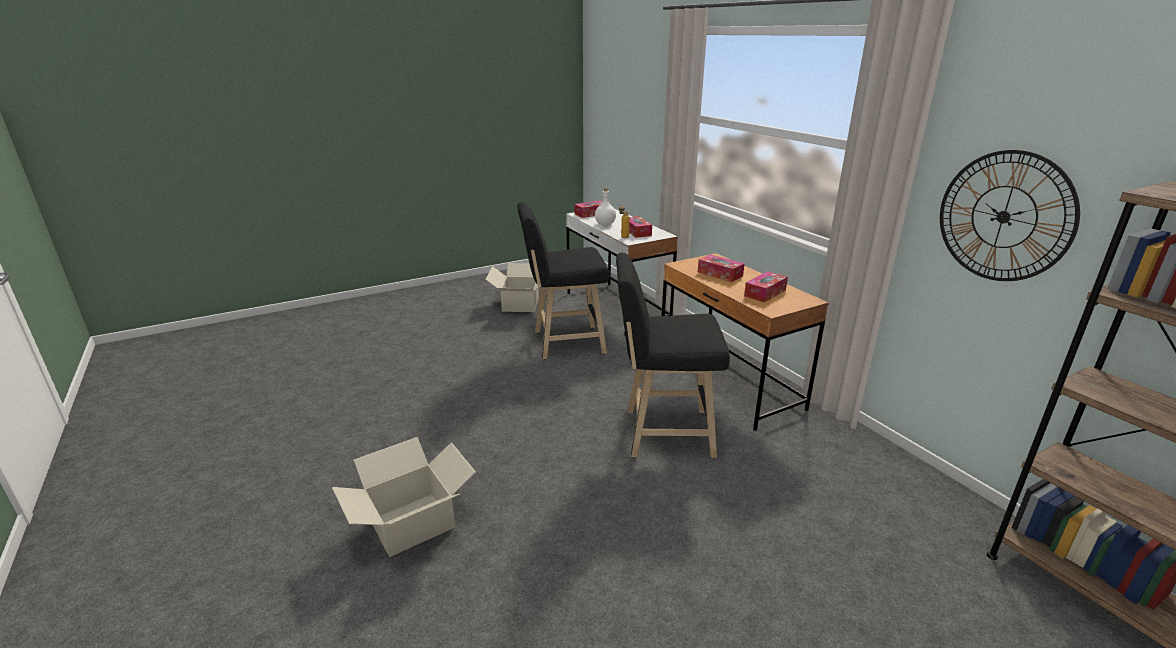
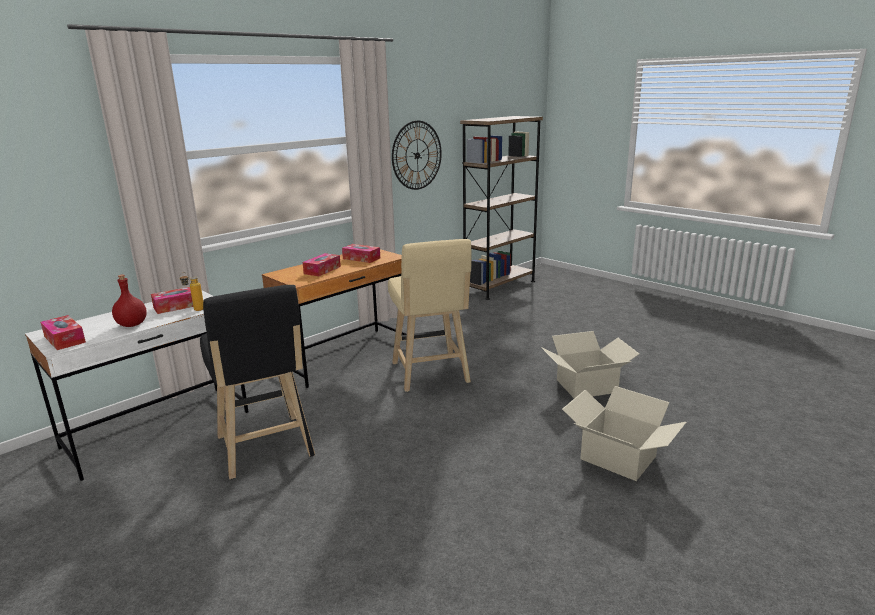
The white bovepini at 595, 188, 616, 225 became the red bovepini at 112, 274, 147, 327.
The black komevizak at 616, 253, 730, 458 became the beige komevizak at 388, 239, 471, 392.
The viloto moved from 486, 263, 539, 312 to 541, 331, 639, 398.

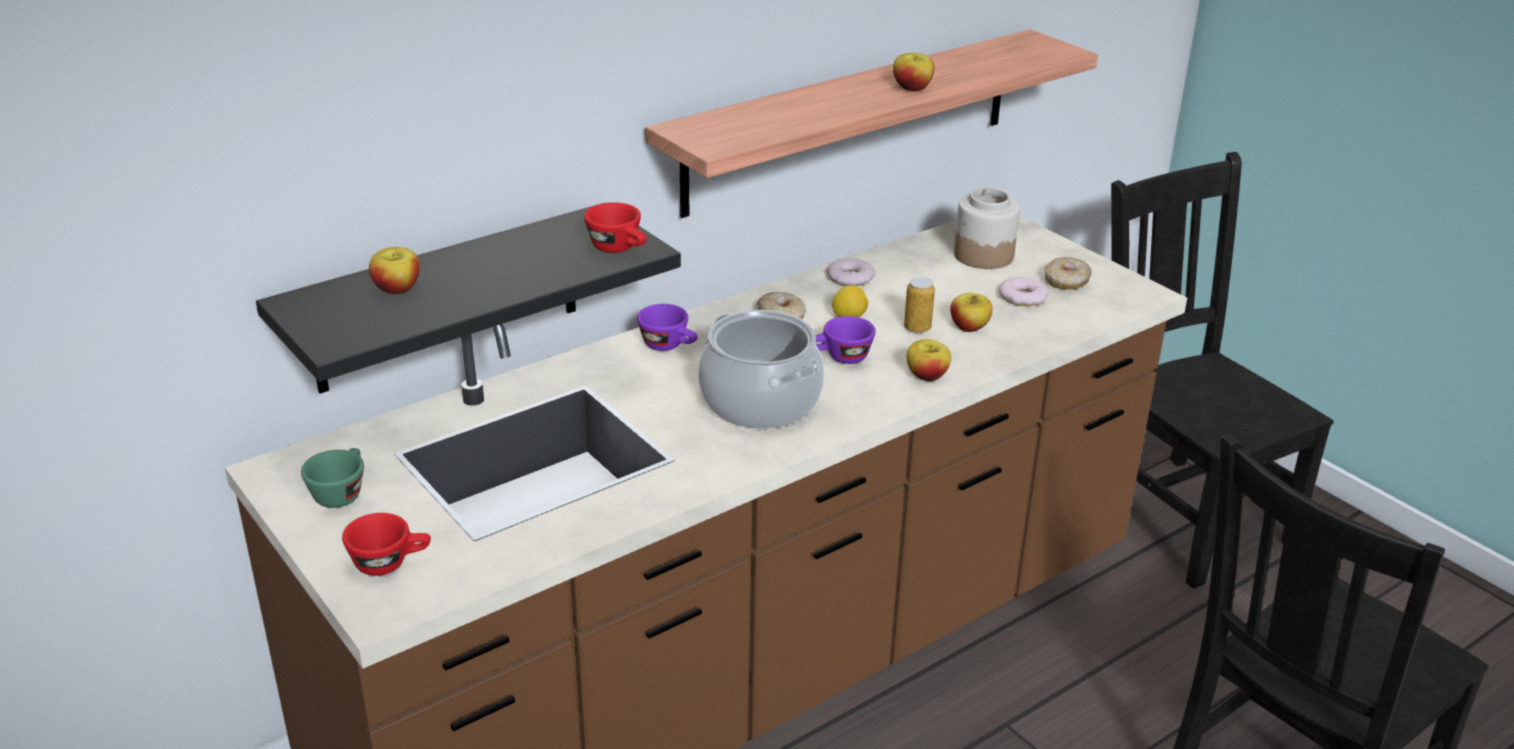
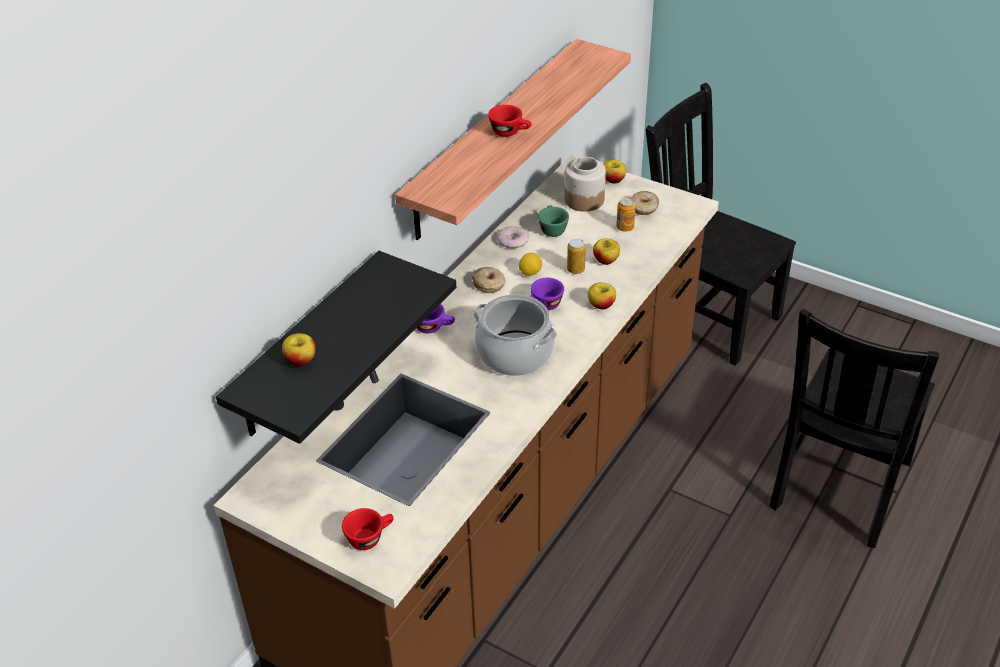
The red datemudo moved from 584, 202, 647, 253 to 488, 105, 532, 137.
The green datemudo moved from 301, 448, 364, 508 to 538, 206, 569, 237.
The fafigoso moved from 893, 53, 934, 91 to 603, 160, 627, 184.
The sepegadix at 999, 277, 1049, 306 was replaced by the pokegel at 616, 197, 635, 232.

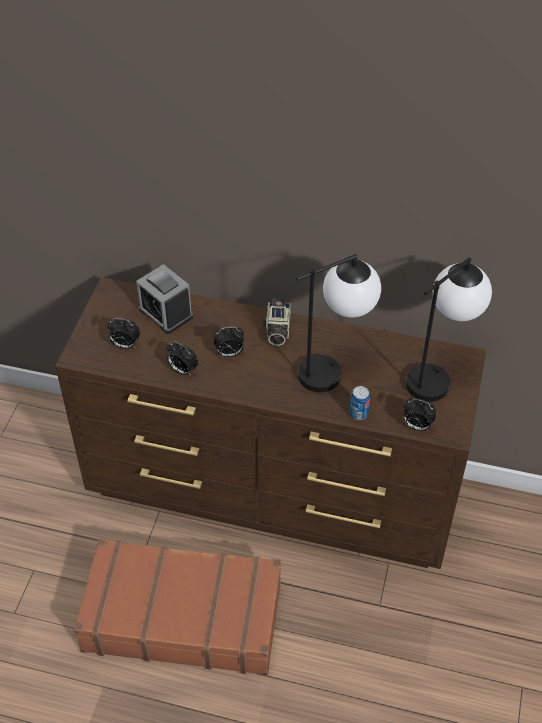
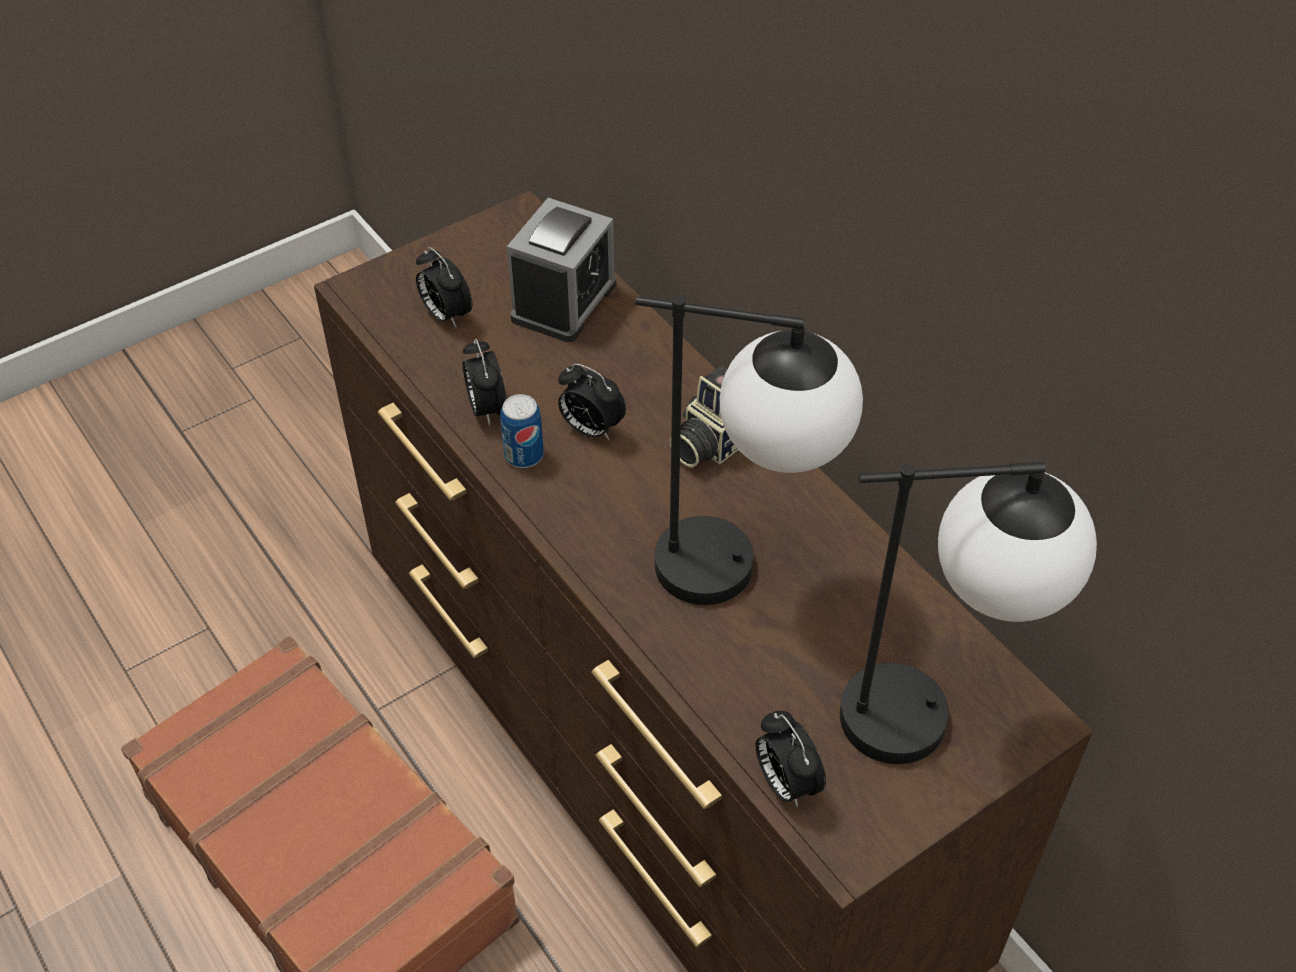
The pokegel moved from 349, 386, 370, 420 to 500, 394, 544, 468.
The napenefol at 136, 264, 193, 334 turned 150 degrees counterclockwise.

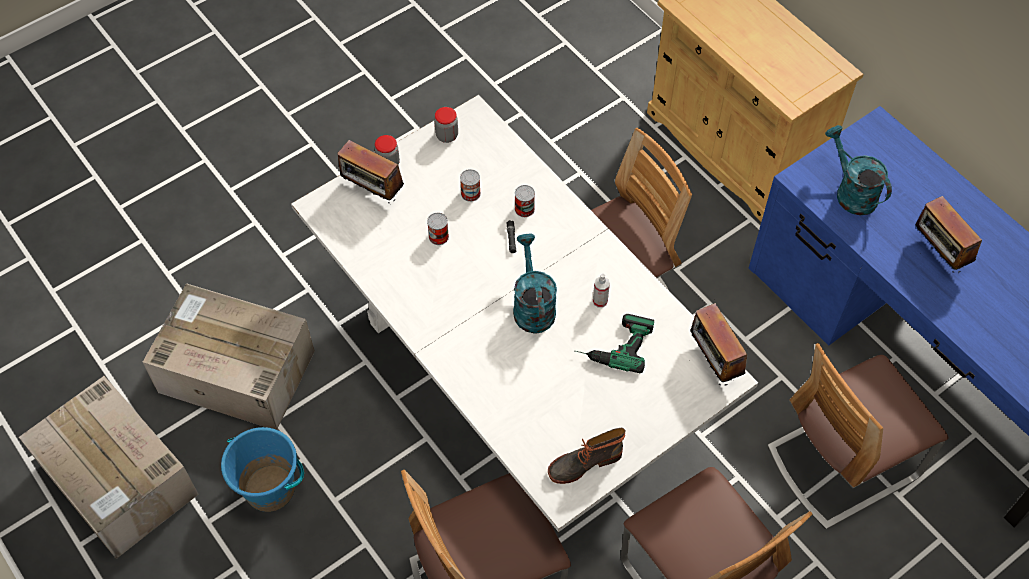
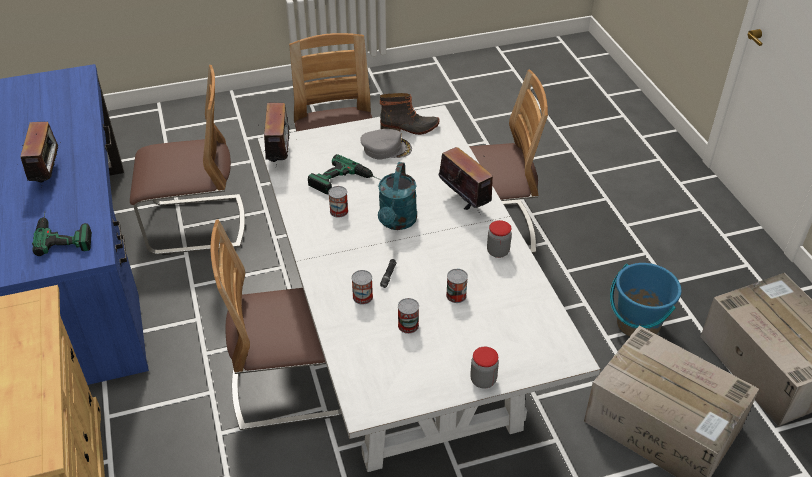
The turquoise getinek at 825, 125, 892, 215 was replaced by the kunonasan at 32, 212, 92, 256.
The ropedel at 593, 274, 610, 308 was replaced by the pokegel at 328, 186, 348, 218.
The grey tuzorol at 361, 129, 412, 159 appeared.
The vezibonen moved from 338, 140, 404, 204 to 438, 147, 493, 210.
The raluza moved from 434, 107, 458, 143 to 487, 220, 512, 258.

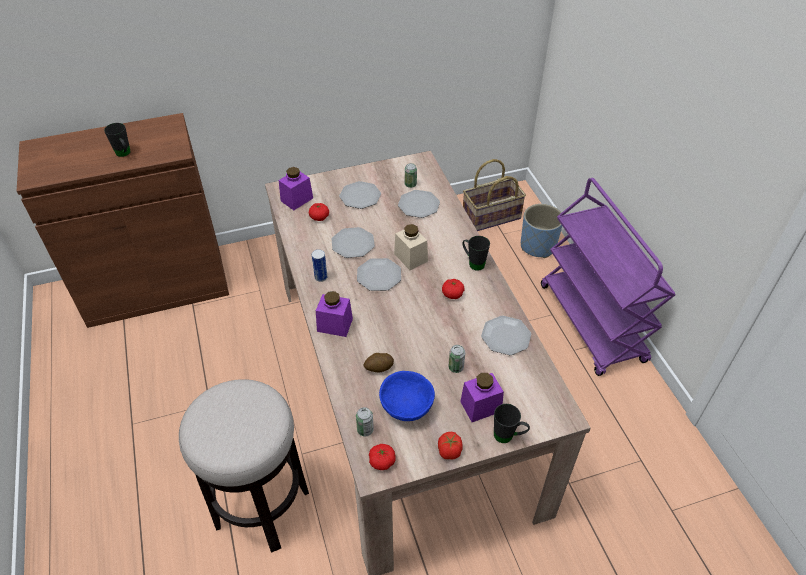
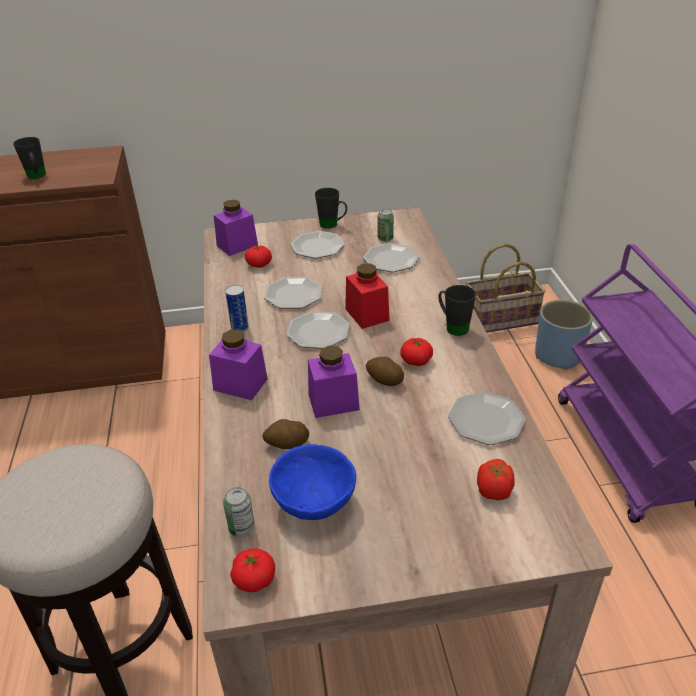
The purple raluza moved from 460, 373, 504, 422 to 308, 346, 360, 418.
The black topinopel moved from 494, 404, 530, 443 to 315, 188, 347, 229.
The beige raluza at 394, 224, 428, 270 became the red raluza at 345, 263, 390, 329.
The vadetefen at 366, 357, 404, 386 appeared.
The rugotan moved from 438, 432, 463, 459 to 477, 459, 515, 500.
The pokegel at 448, 345, 465, 373 disappeared.

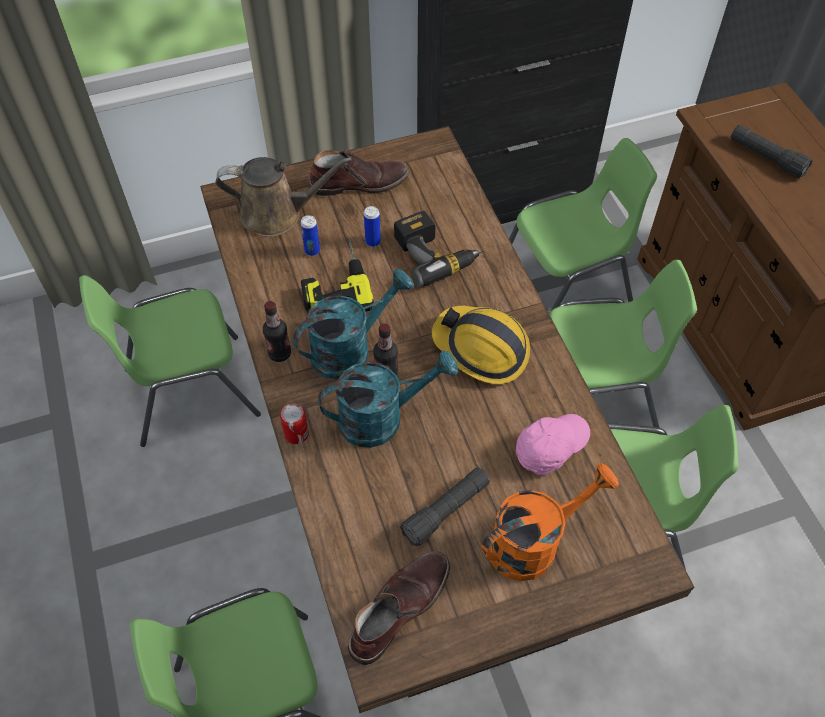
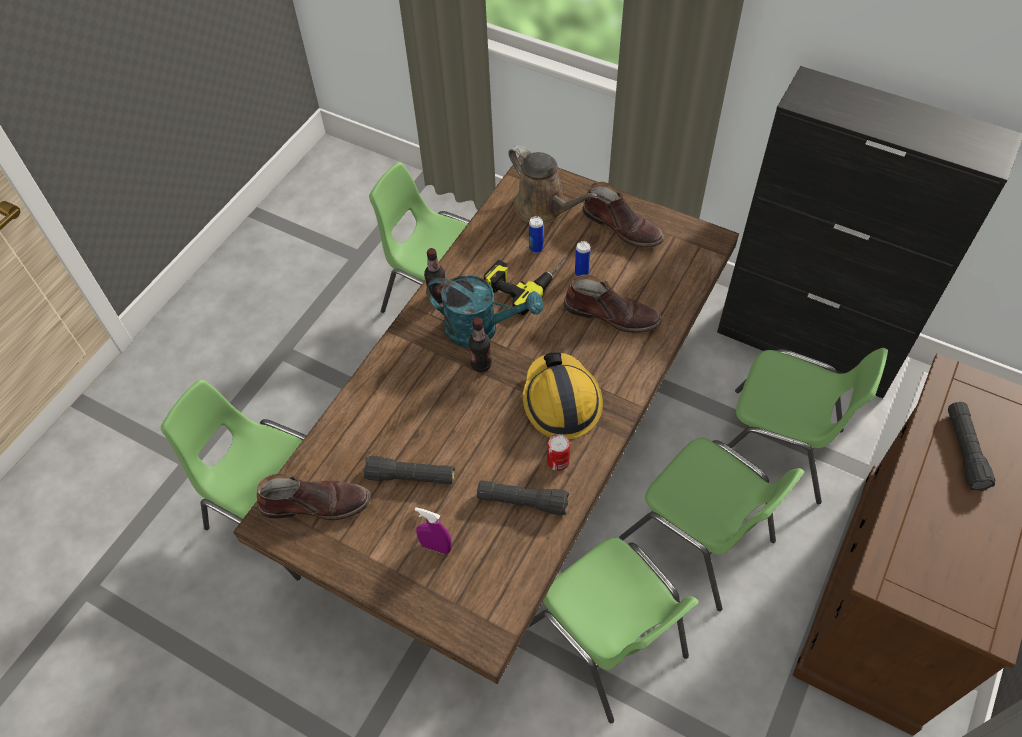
The orange getinek at 481, 463, 619, 581 was replaced by the purple ropedel at 415, 507, 452, 554.
The pink tuzorol at 516, 414, 590, 475 was replaced by the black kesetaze at 477, 480, 569, 516.
The pokegel moved from 280, 403, 309, 444 to 547, 434, 570, 471.
The kunonasan at 394, 211, 482, 287 was replaced by the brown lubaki at 563, 274, 662, 333.
The turquoise getinek at 318, 350, 458, 448 disappeared.

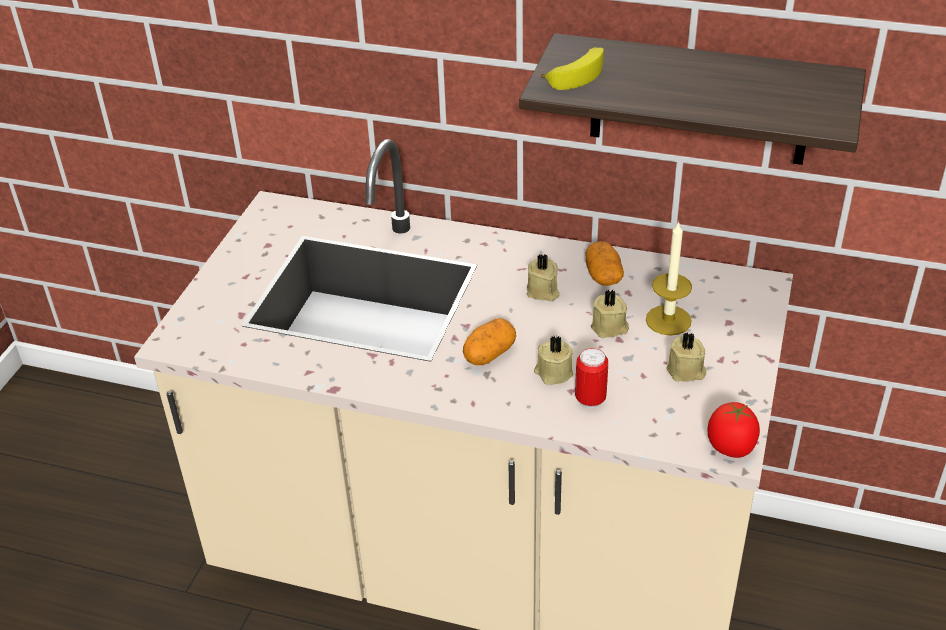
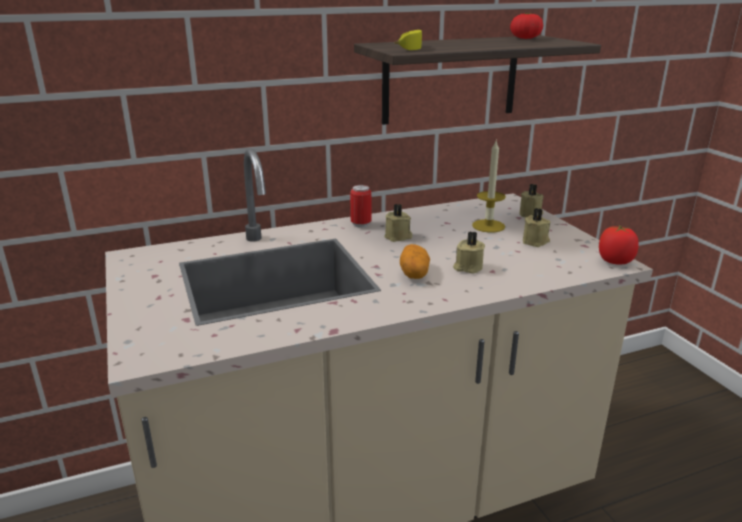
The pokegel moved from 575, 348, 608, 408 to 350, 185, 371, 228.
The rugotan at 510, 13, 543, 39 appeared.
The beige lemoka moved from 591, 290, 629, 338 to 519, 184, 544, 217.
The vadetefen at 586, 241, 624, 286 disappeared.

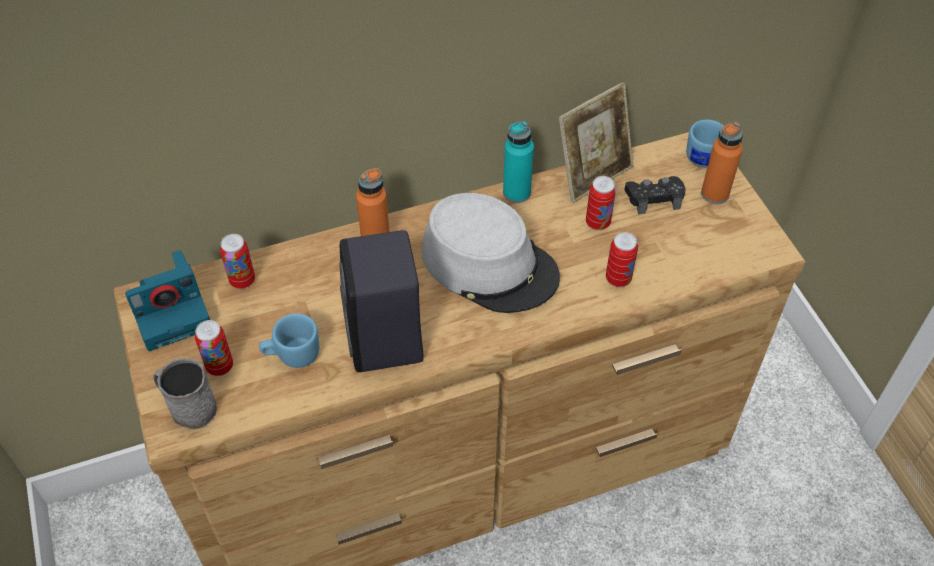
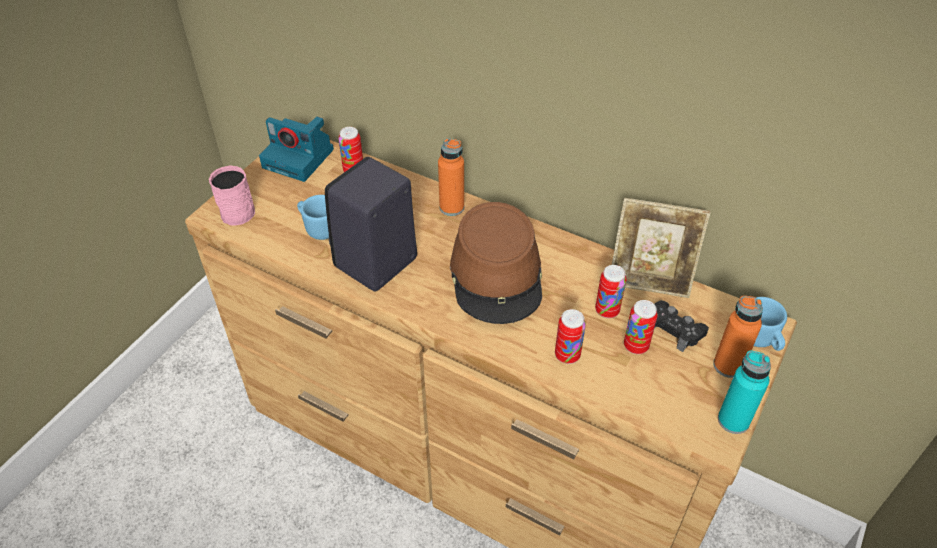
The grey topinopel at 153, 358, 217, 430 became the pink topinopel at 209, 166, 255, 226.
The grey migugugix at 421, 193, 560, 313 became the brown migugugix at 450, 202, 542, 324.
The pokegel moved from 195, 320, 233, 376 to 624, 300, 657, 354.
The turquoise bovepini moved from 503, 121, 534, 203 to 718, 350, 771, 434.

